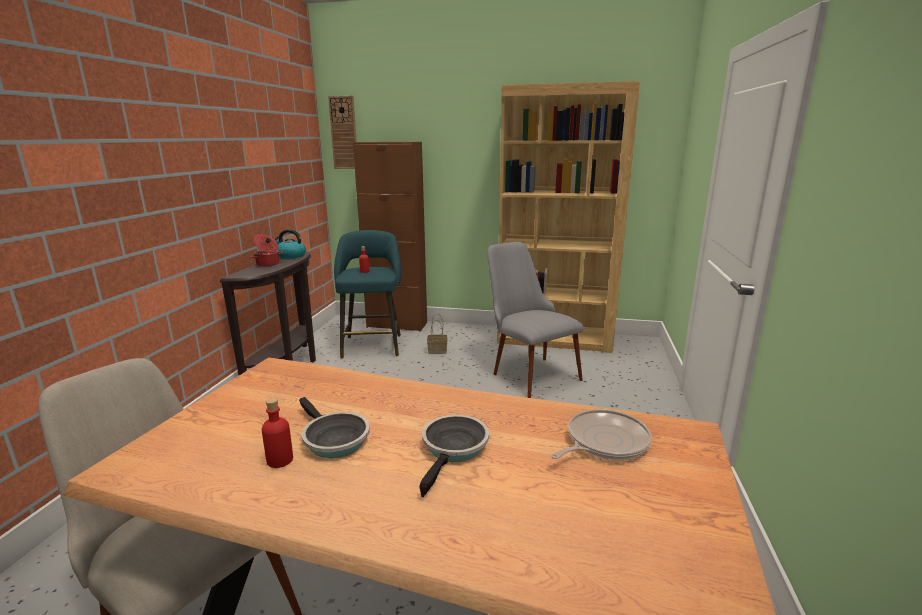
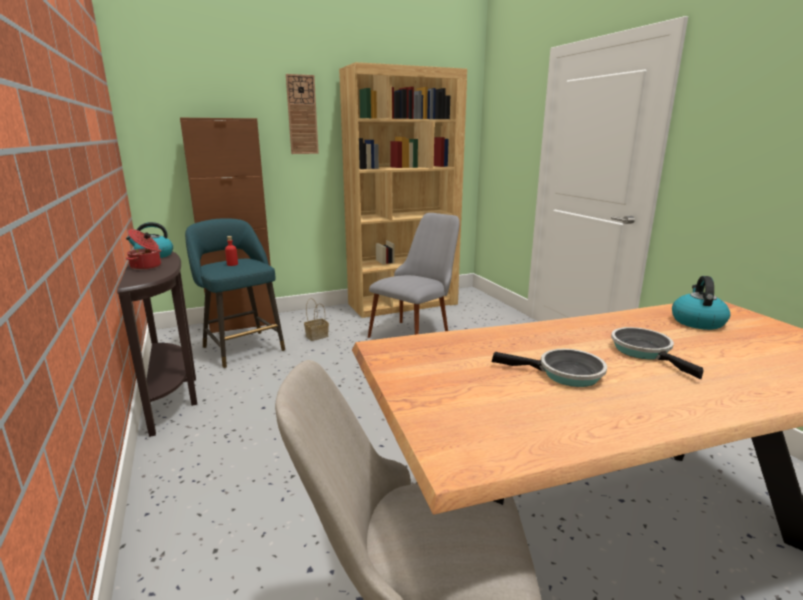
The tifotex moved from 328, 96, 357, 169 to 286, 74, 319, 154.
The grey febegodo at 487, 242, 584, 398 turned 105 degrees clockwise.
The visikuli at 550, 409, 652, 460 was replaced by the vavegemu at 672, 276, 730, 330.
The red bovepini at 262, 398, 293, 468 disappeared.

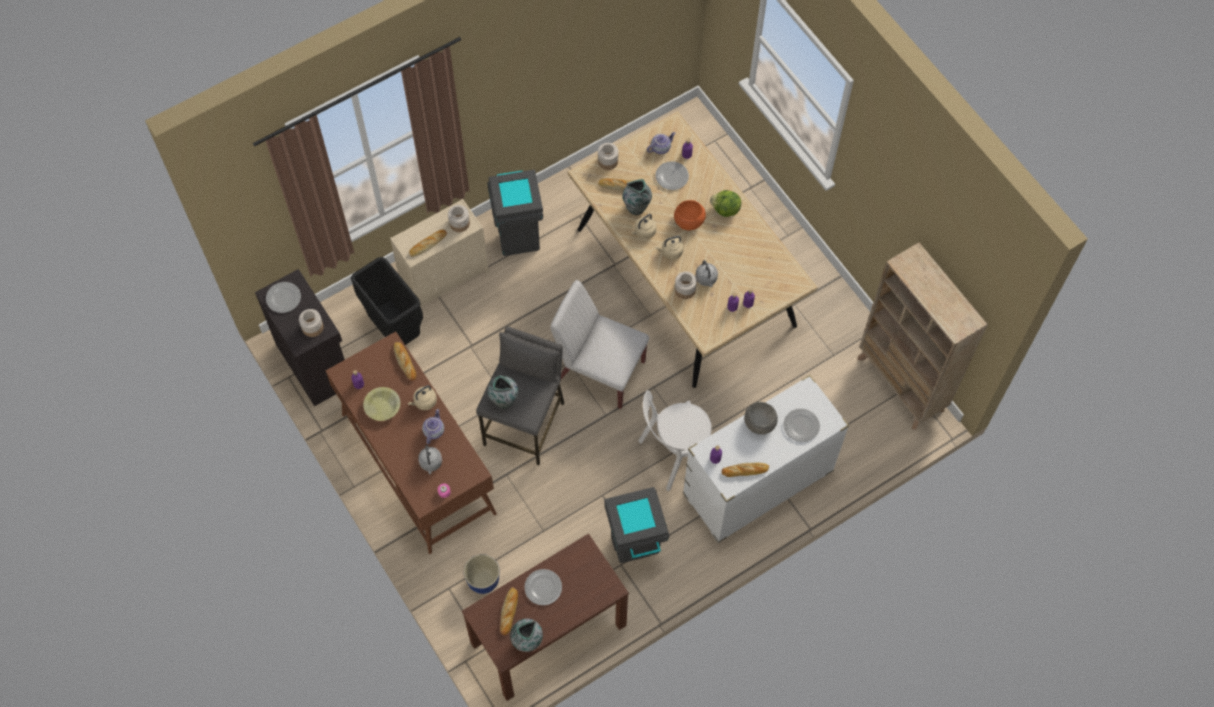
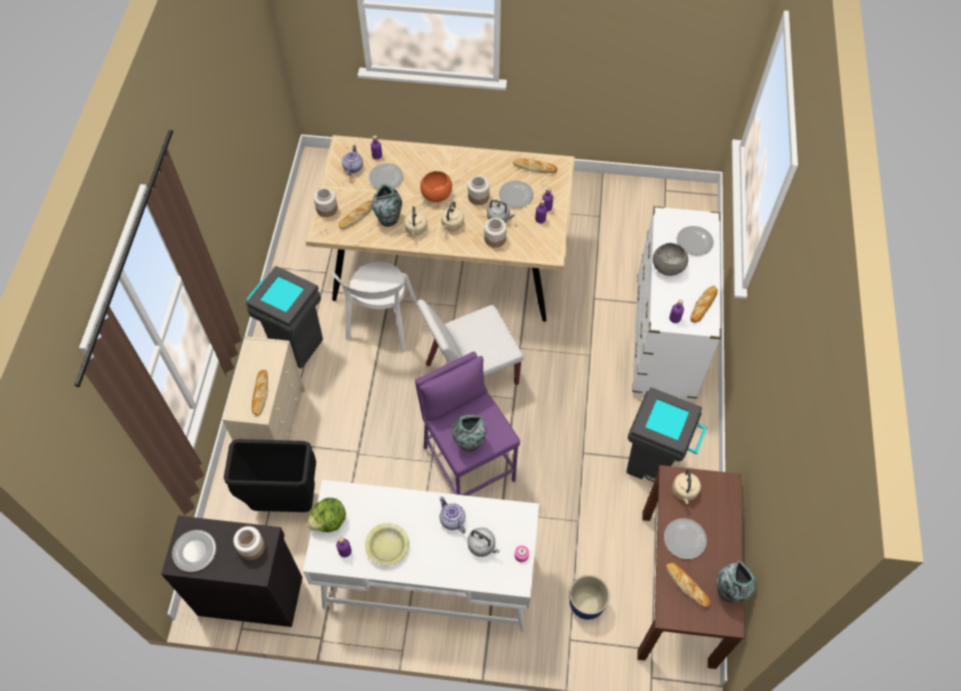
The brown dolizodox at 326, 332, 497, 554 became the white dolizodox at 303, 480, 539, 632.
The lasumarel moved from 710, 190, 741, 217 to 307, 498, 346, 532.
The white febegodo moved from 638, 390, 712, 491 to 331, 261, 417, 350.
The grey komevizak at 476, 326, 564, 466 became the purple komevizak at 415, 352, 520, 496.
The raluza moved from 448, 205, 470, 232 to 468, 176, 490, 205.
The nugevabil at 499, 181, 534, 208 appeared.
The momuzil moved from 394, 342, 416, 381 to 513, 159, 557, 173.
The beige vavegemu moved from 408, 385, 437, 410 to 672, 470, 701, 504.
The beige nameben at 857, 242, 988, 430 disappeared.

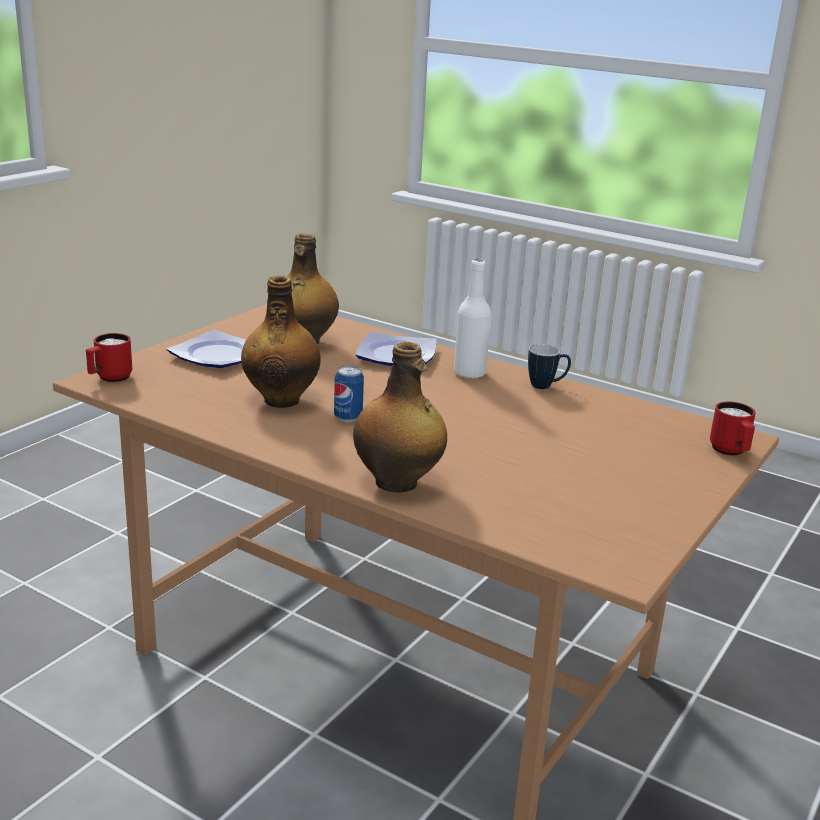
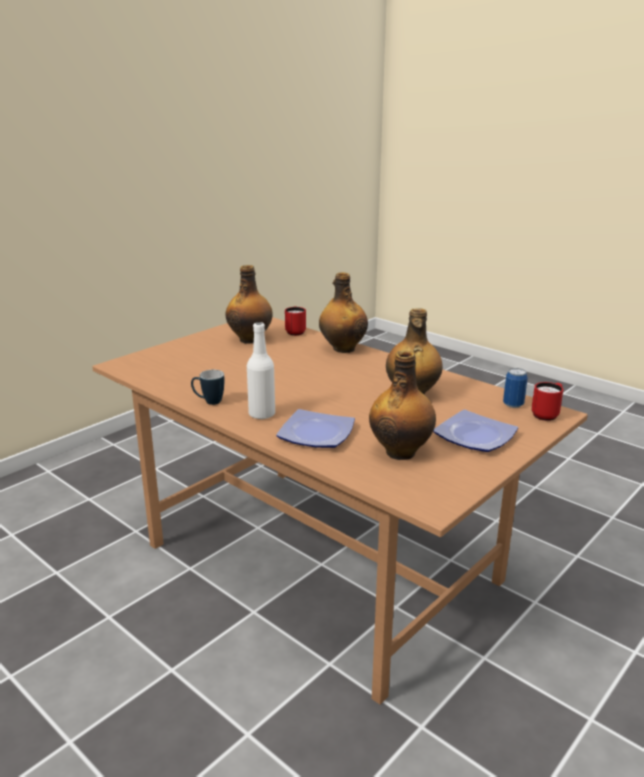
The bovepini at 226, 265, 273, 344 appeared.
The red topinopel moved from 710, 402, 756, 456 to 285, 306, 306, 336.
The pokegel moved from 334, 366, 364, 422 to 503, 368, 528, 408.

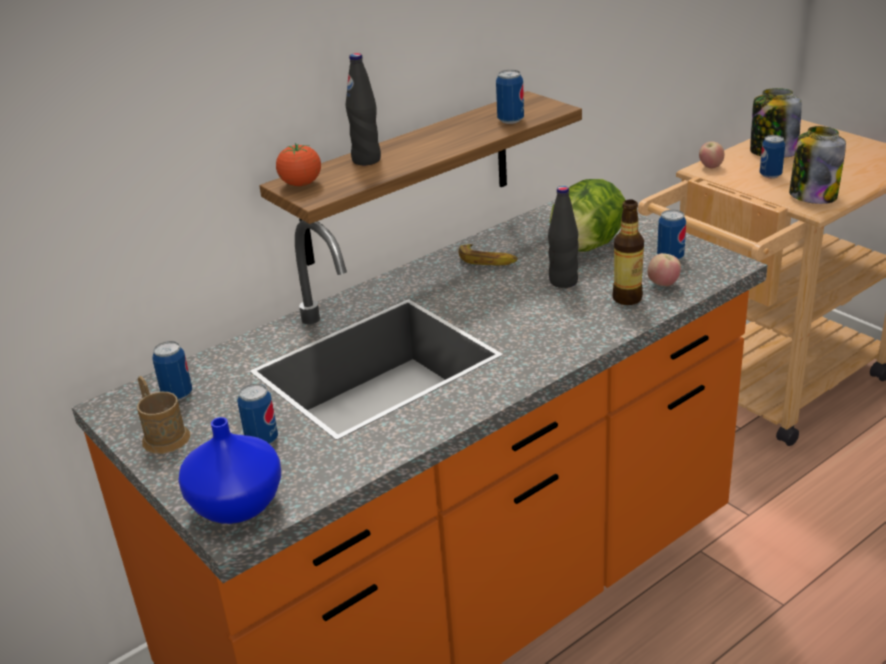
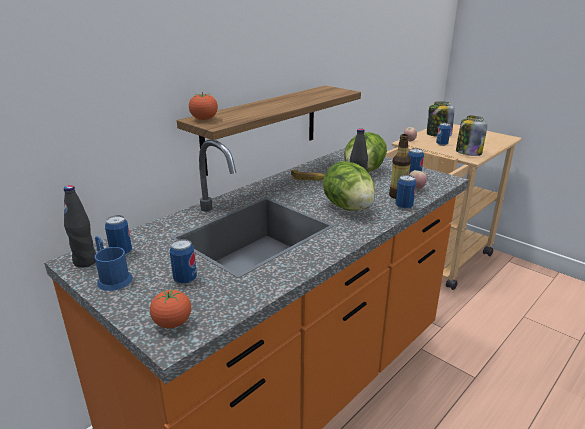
The black bovepini moved from 345, 53, 381, 165 to 64, 185, 96, 268.
The brown topinopel at 137, 376, 190, 454 became the blue topinopel at 95, 236, 133, 291.
The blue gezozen at 178, 417, 281, 524 was replaced by the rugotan at 150, 289, 191, 328.
The lasumarel at 323, 161, 375, 211 appeared.
The pokegel moved from 496, 70, 524, 124 to 396, 175, 416, 210.

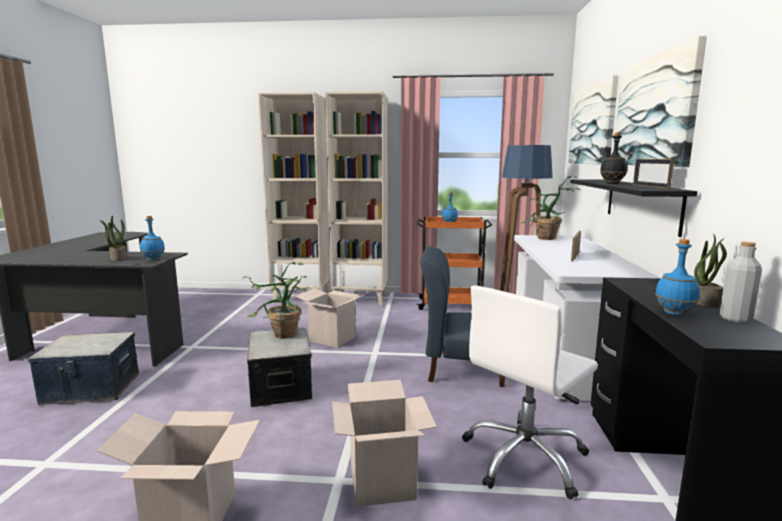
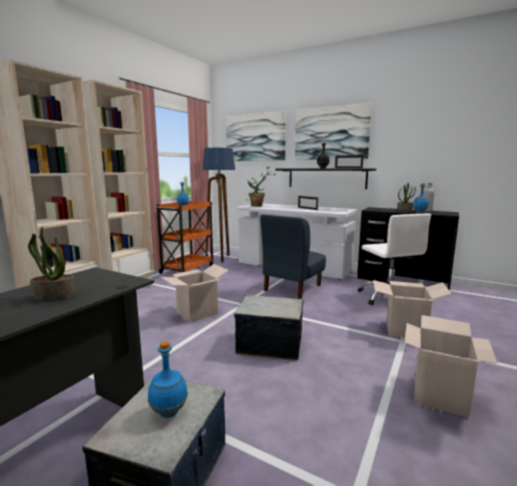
The blue bovepini moved from 140, 216, 165, 260 to 148, 341, 188, 418.
The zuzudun at 242, 262, 309, 339 disappeared.

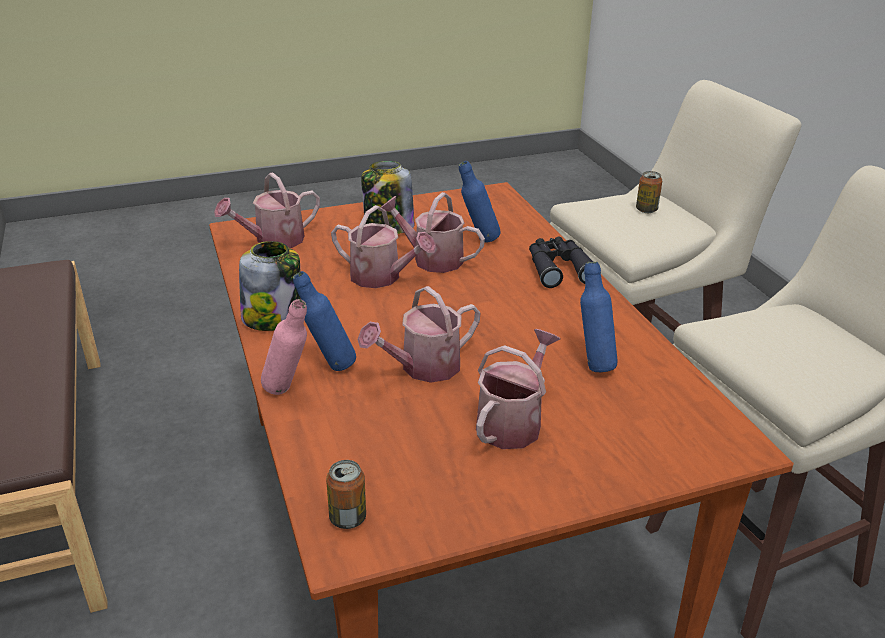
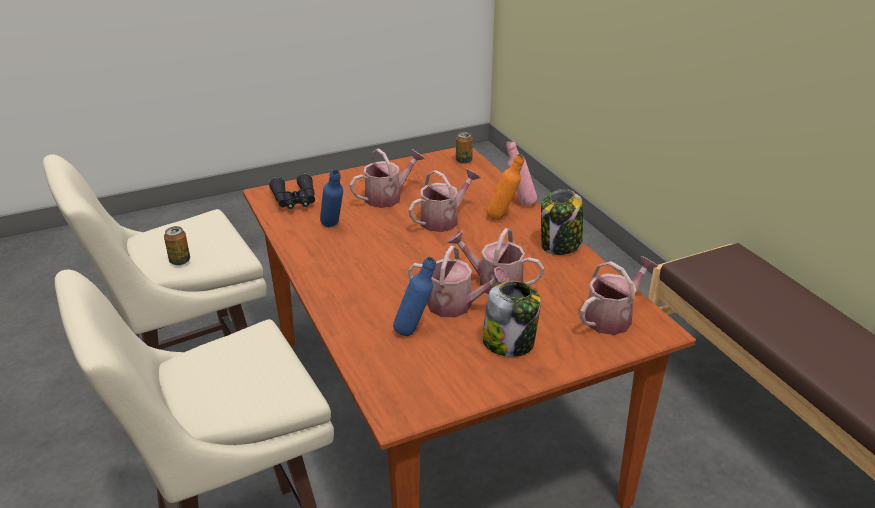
The pokegel moved from 636, 171, 662, 213 to 164, 226, 190, 265.
The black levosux moved from 529, 237, 593, 288 to 269, 173, 315, 209.
The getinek at 476, 329, 560, 449 turned 150 degrees counterclockwise.
The blue bovepini at 293, 271, 356, 371 became the orange bovepini at 486, 154, 525, 220.

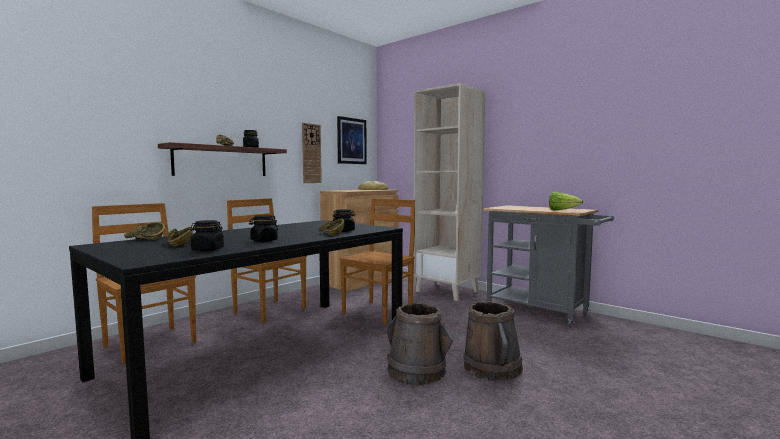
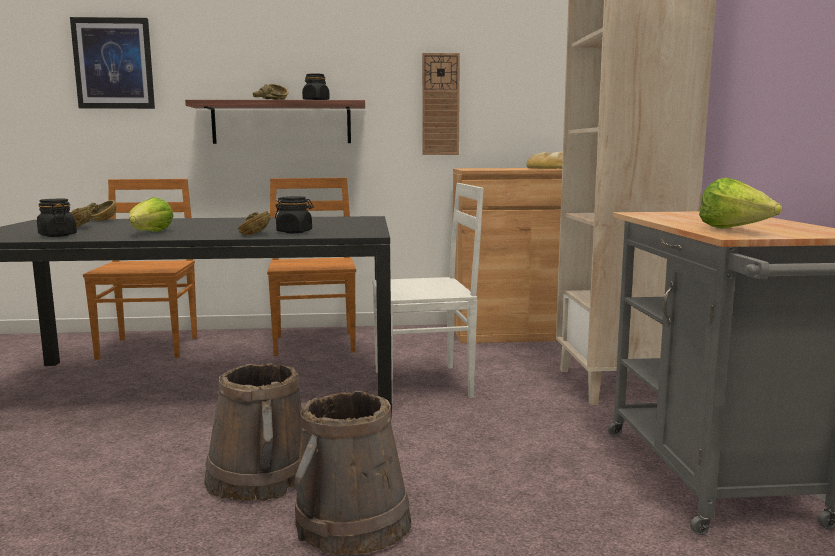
The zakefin moved from 337, 116, 367, 164 to 70, 17, 155, 109.
The black raluza at 249, 215, 278, 242 was replaced by the lasumarel at 129, 197, 173, 232.
The brown febegodo at 339, 198, 415, 325 became the white febegodo at 372, 183, 484, 398.

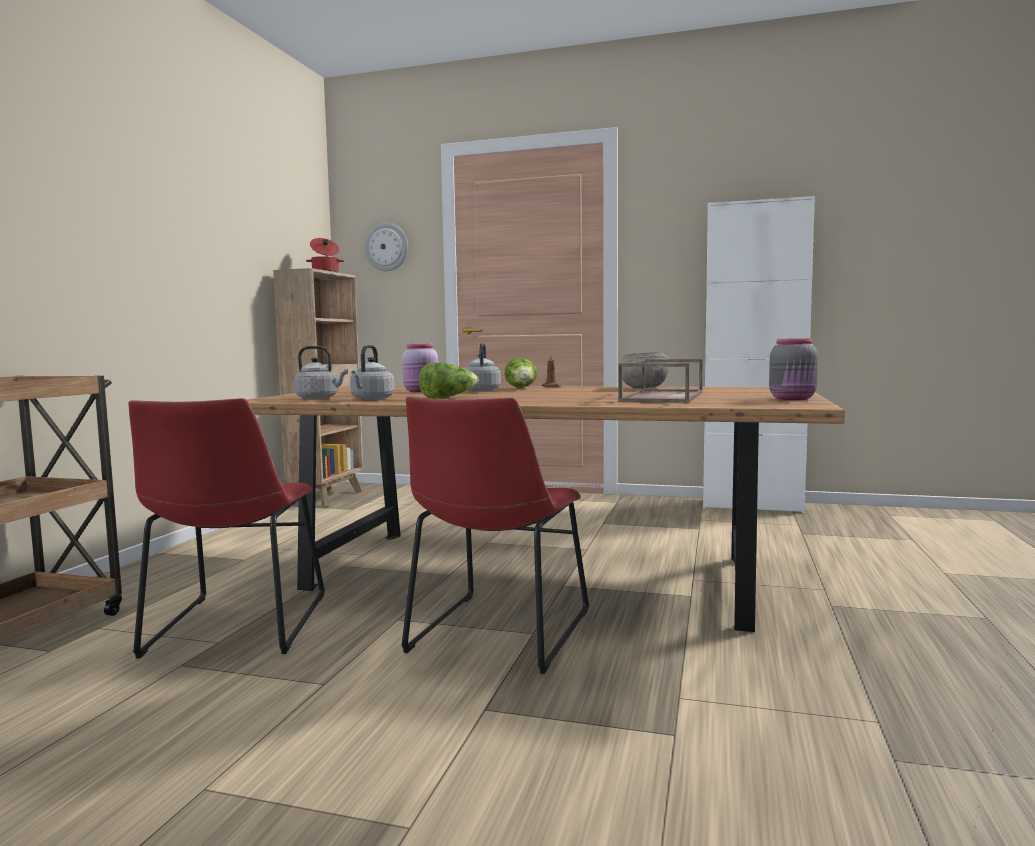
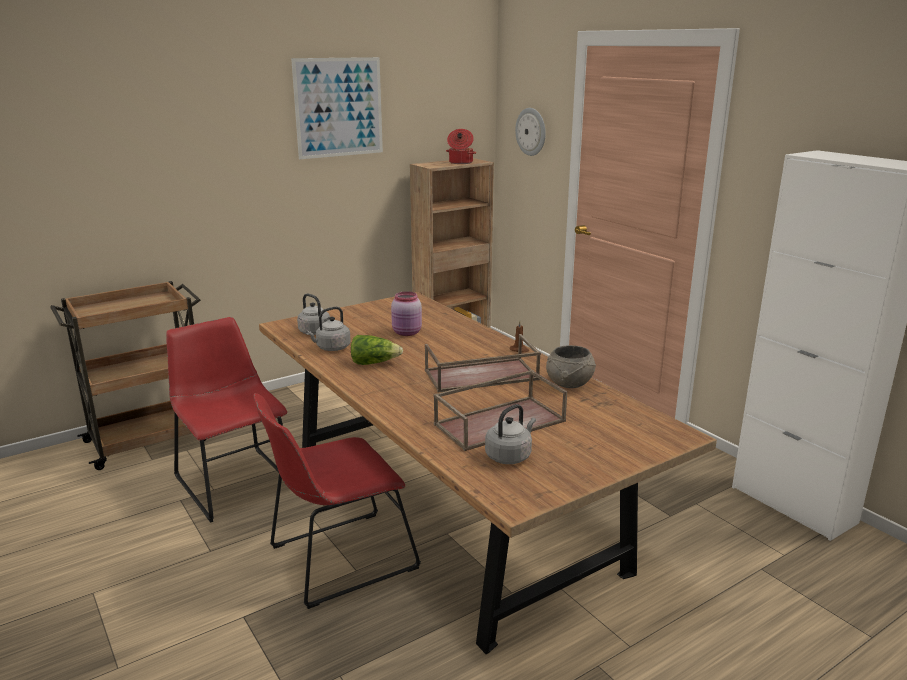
The red febegodo at 128, 398, 325, 658 turned 105 degrees clockwise.
The zakefin at 291, 57, 383, 159 appeared.
The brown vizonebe at 425, 334, 541, 393 appeared.
The grey vavegemu moved from 465, 343, 501, 392 to 485, 404, 536, 464.
The lasumarel at 504, 357, 537, 388 disappeared.
The grey raluza at 769, 338, 818, 400 disappeared.

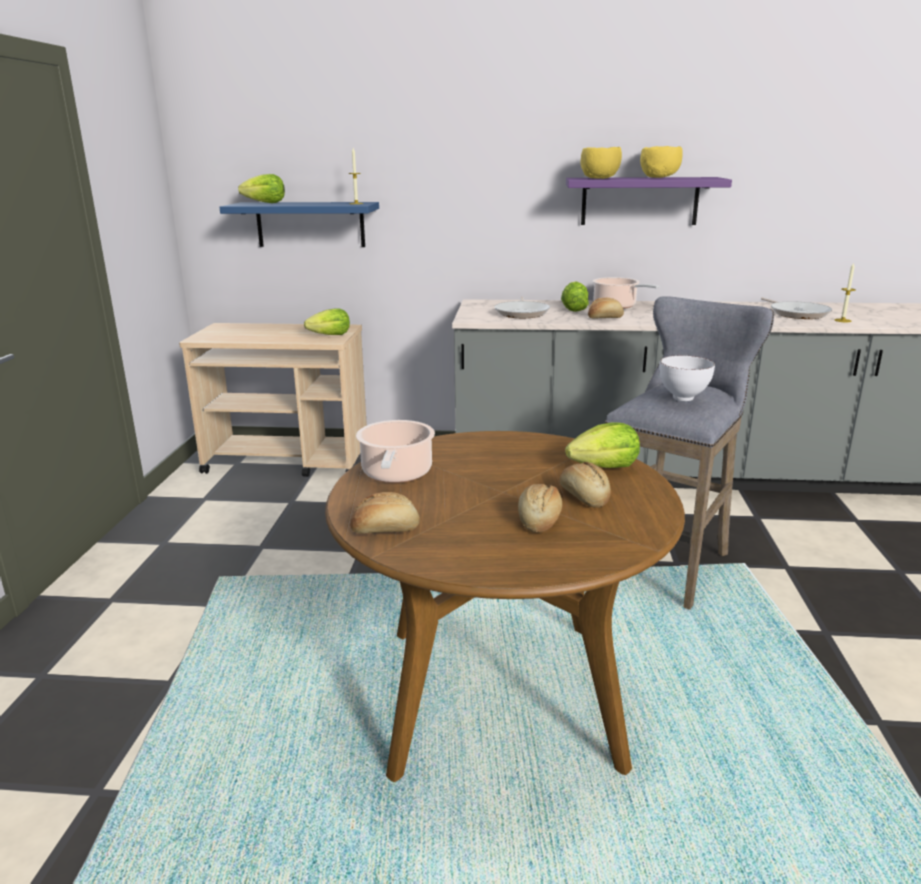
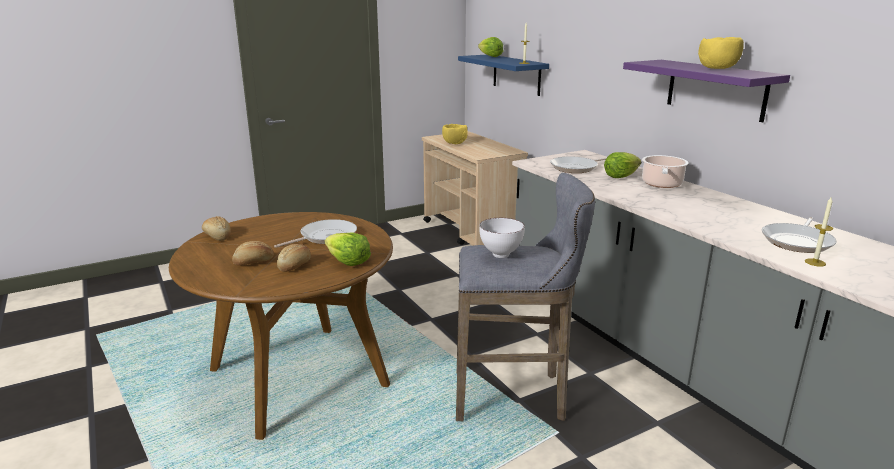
The visikuli at 274, 219, 357, 248 appeared.
The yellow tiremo moved from 581, 147, 622, 179 to 442, 124, 468, 144.
The lasumarel at 304, 308, 350, 335 disappeared.
The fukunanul at 356, 420, 435, 483 disappeared.
The momuzil at 588, 298, 624, 318 disappeared.

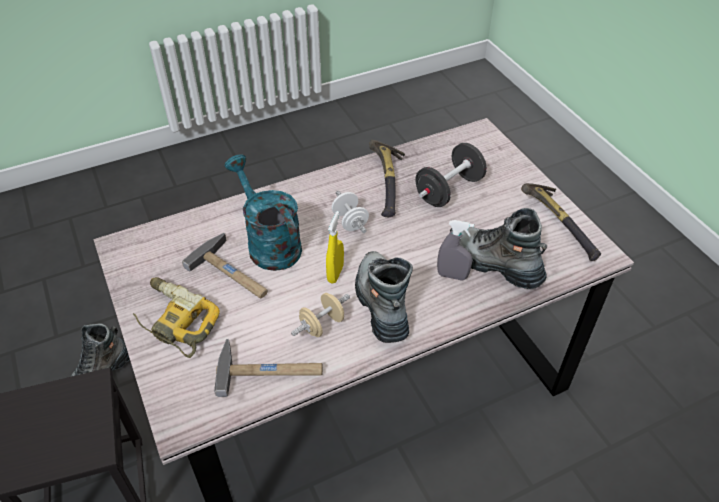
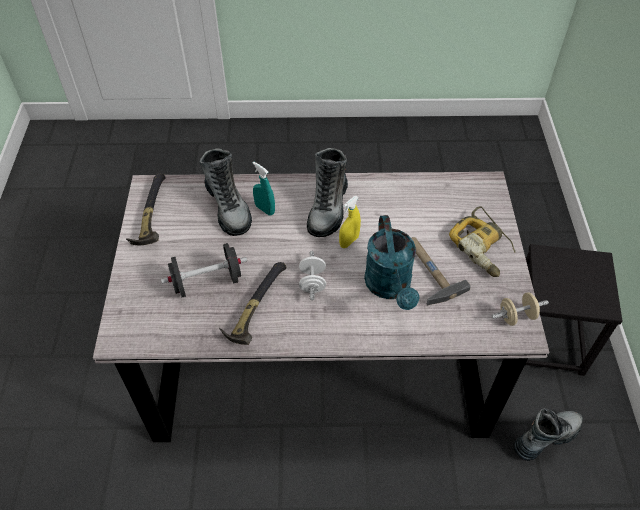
The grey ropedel at 437, 220, 474, 280 became the turquoise ropedel at 253, 162, 275, 216.
The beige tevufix moved from 291, 293, 350, 337 to 491, 292, 549, 326.
The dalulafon at 214, 339, 323, 397 disappeared.

